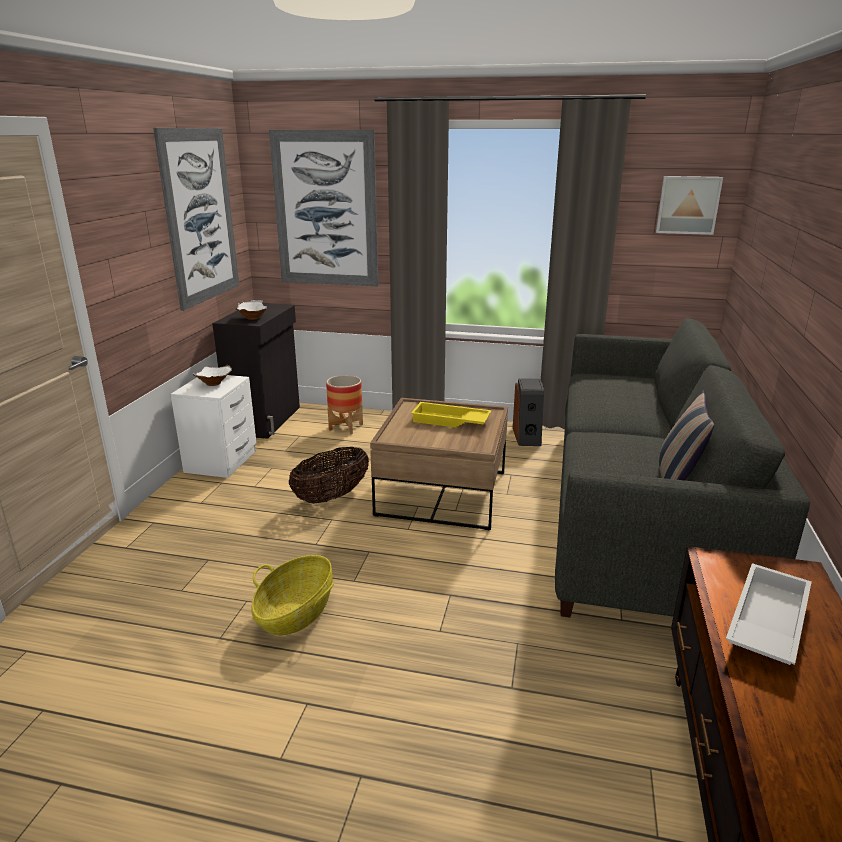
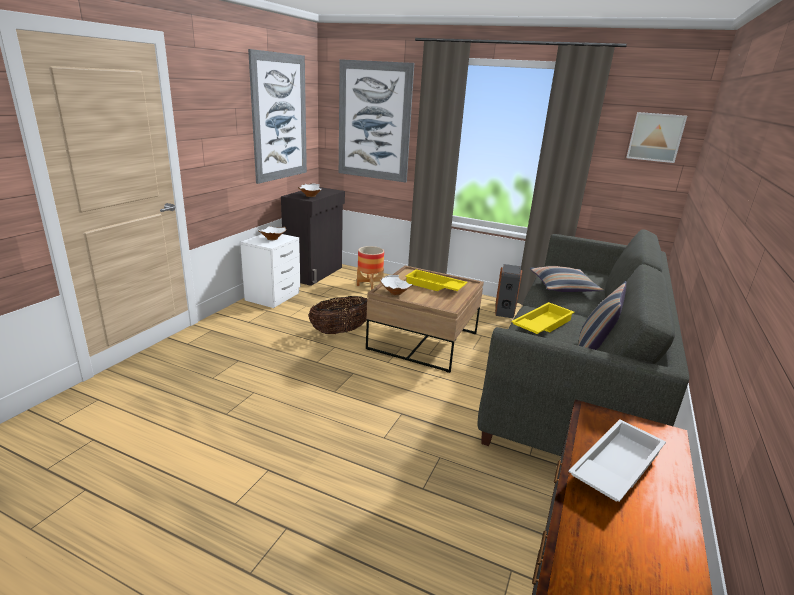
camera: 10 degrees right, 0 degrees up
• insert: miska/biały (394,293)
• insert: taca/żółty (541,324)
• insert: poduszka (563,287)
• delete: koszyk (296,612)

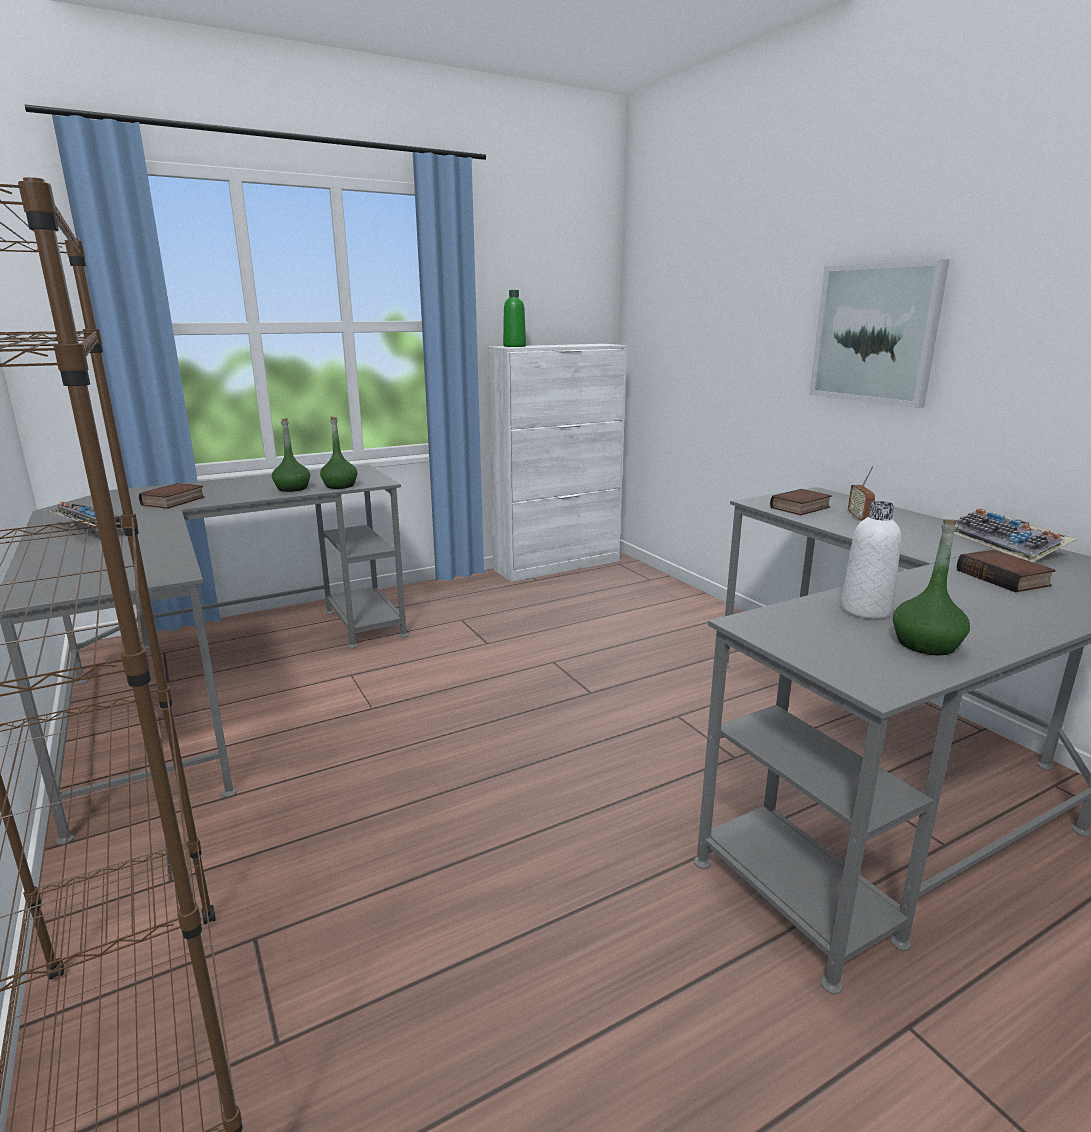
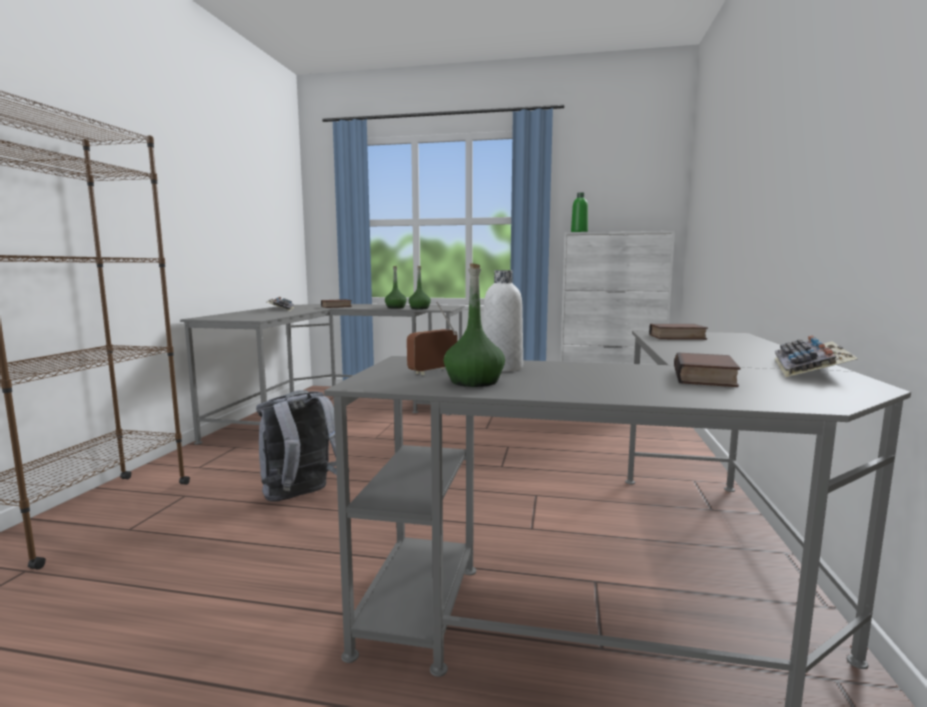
camera: 40 degrees right, 10 degrees down
• insert: plecak/szary (301,497)
• move: radio (859,519) to (433,371)
• delete: obraz (875,333)

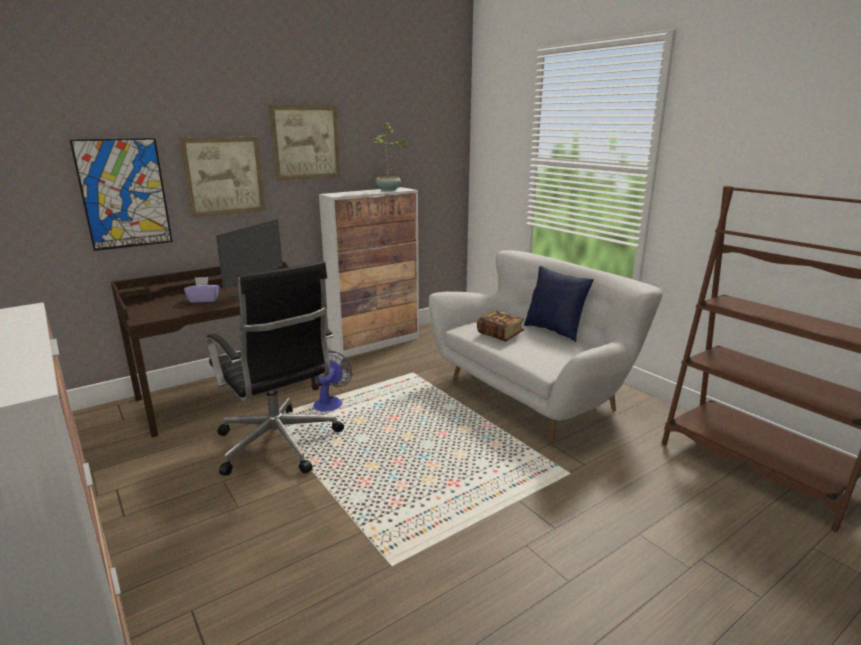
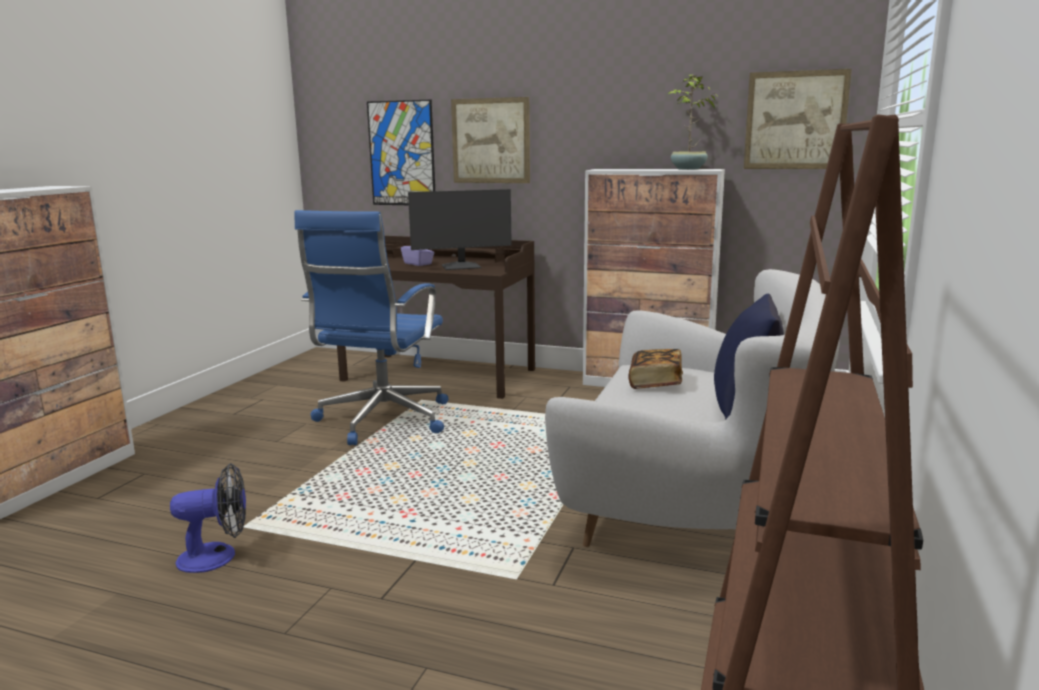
camera: 55 degrees right, 5 degrees down
• move: wentylator (330,402) to (217,556)
• recolor: krzesło biurowe/czarny (279,445) to krzesło biurowe/niebieski (381,421)
• move: obraz (306,142) to (795,120)

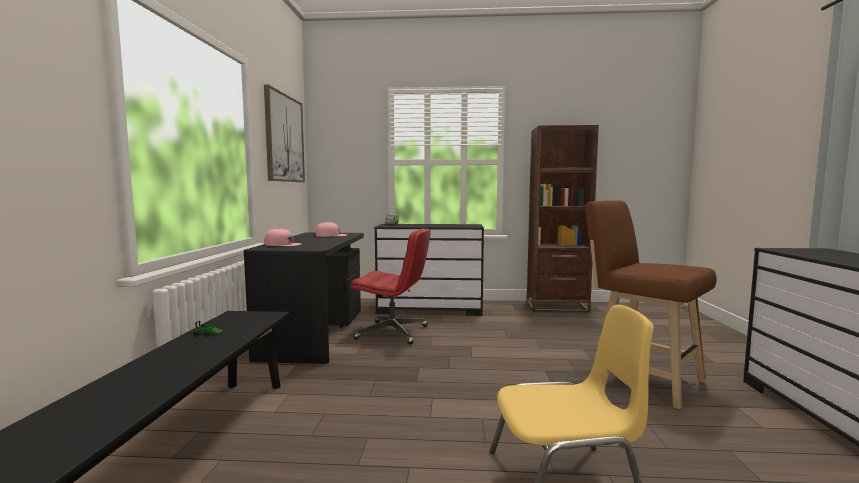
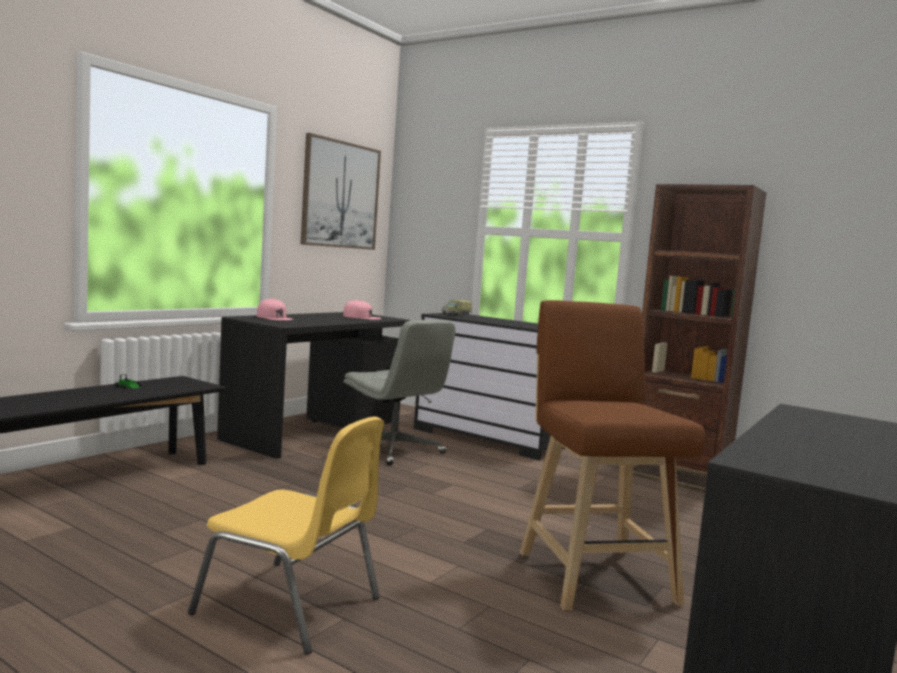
camera: 30 degrees right, 0 degrees up
• recolor: krzesło biurowe/czerwony (393,333) to krzesło biurowe/szary (394,450)

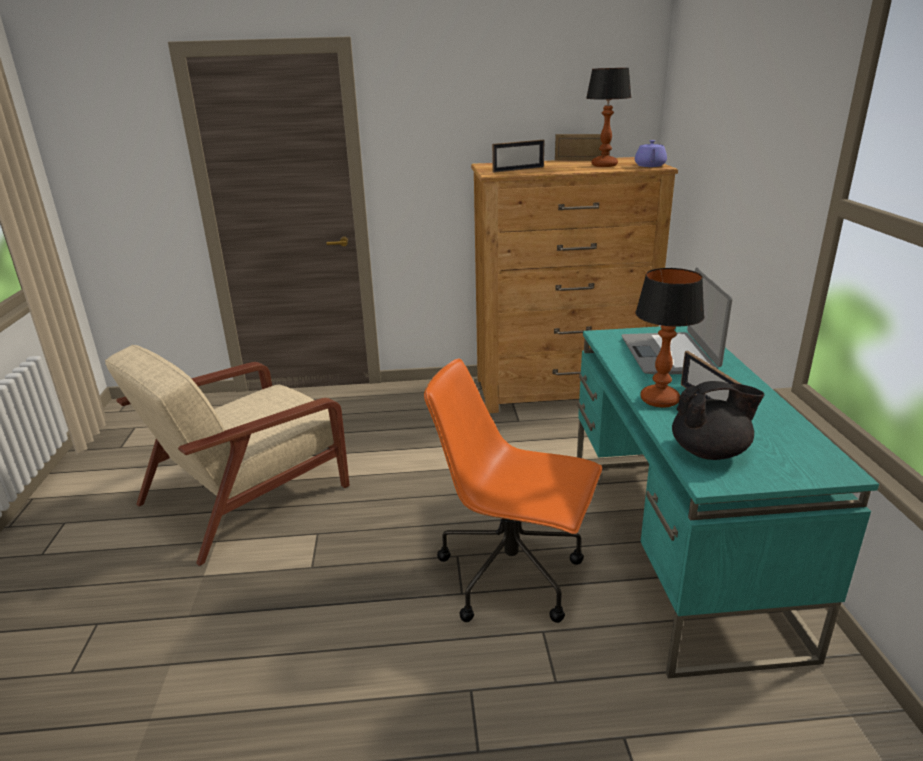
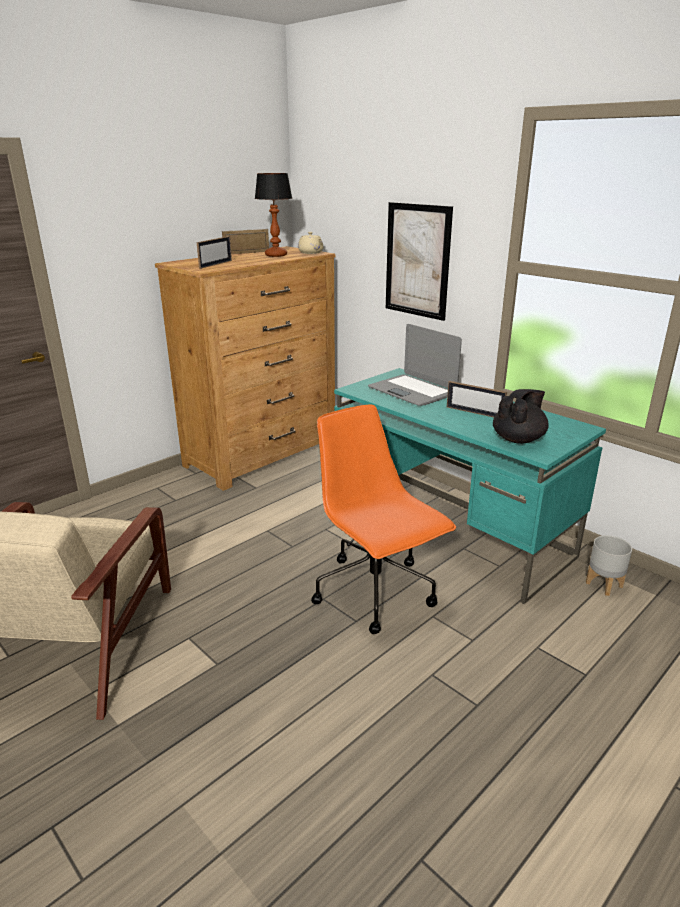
camera: 40 degrees left, 0 degrees up
• recolor: imbryk/fioletowy (650,166) to imbryk/beżowy (311,253)
• rotate: krzesło biurowe/pomarańczowy (513,575) = (376,592) 75 degrees clockwise
• insert: obraz (417,261)
• insert: donica/szary (604,584)
• delete: lampa stołowa (660,400)

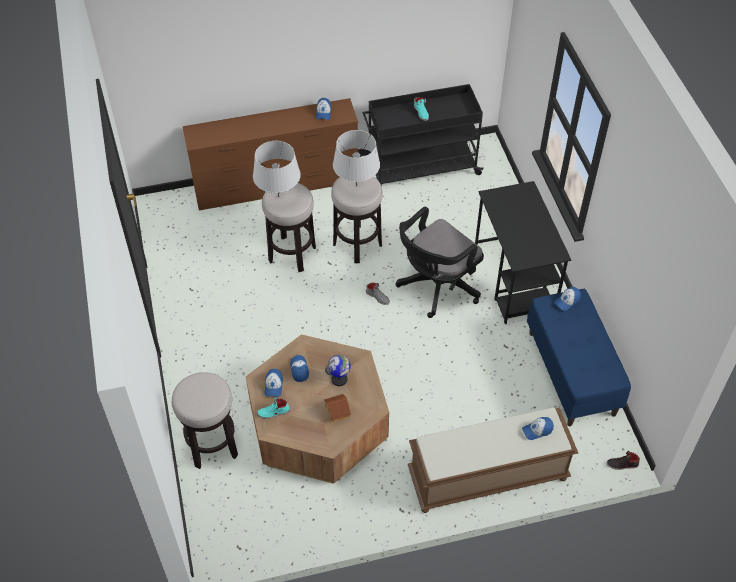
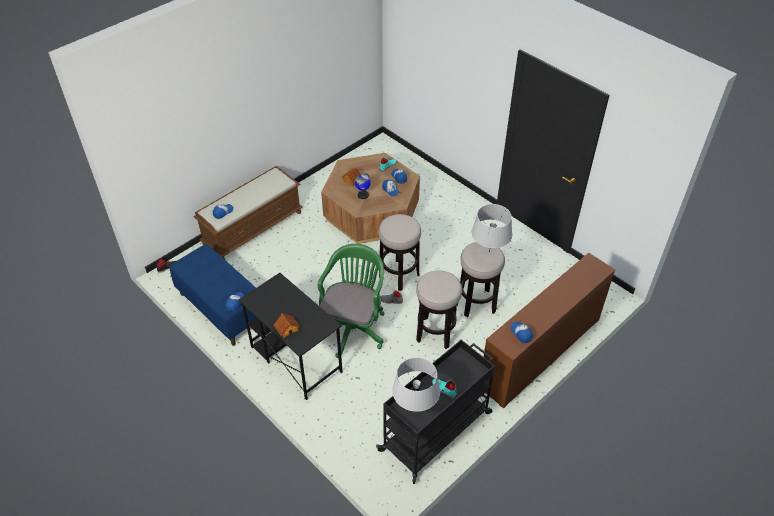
camera: 150 degrees right, 5 degrees down
• insert: domek (287,328)
• recolor: krzesło biurowe/czarny (436,287) to krzesło biurowe/zielony (353,326)
• move: stołek (212,445) to (399,275)
• move: lampa stołowa/szary (356,186) to (415,407)

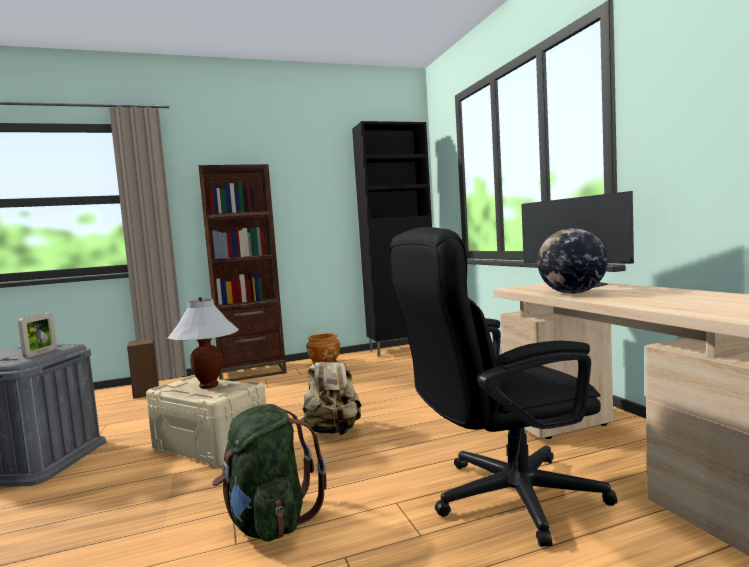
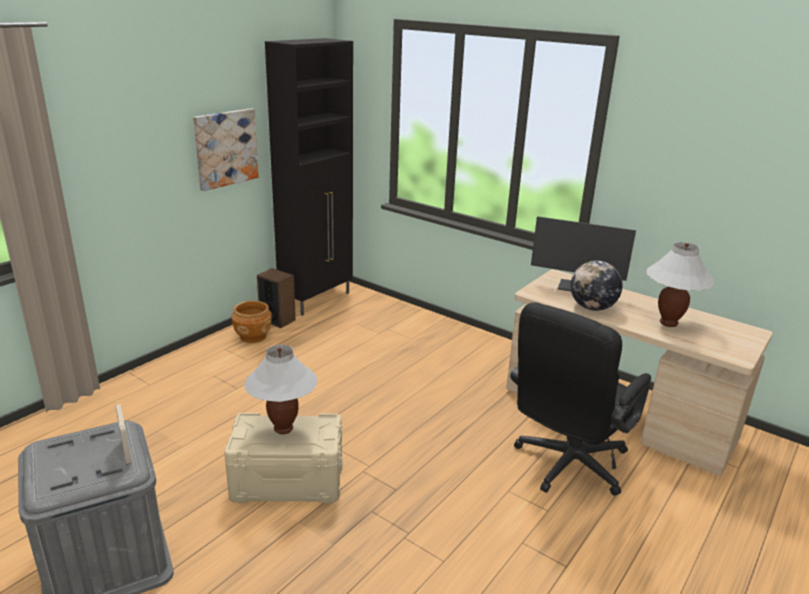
camera: 35 degrees left, 20 degrees up
• insert: obraz (225,148)
• move: głośnik (146,392) to (277,320)
• insert: lampa stołowa/biały (668,323)
• delete: regał/brązowy (252,372)
• delete: plecak/zielony (269,522)
• delete: plecak/beżowy (333,432)

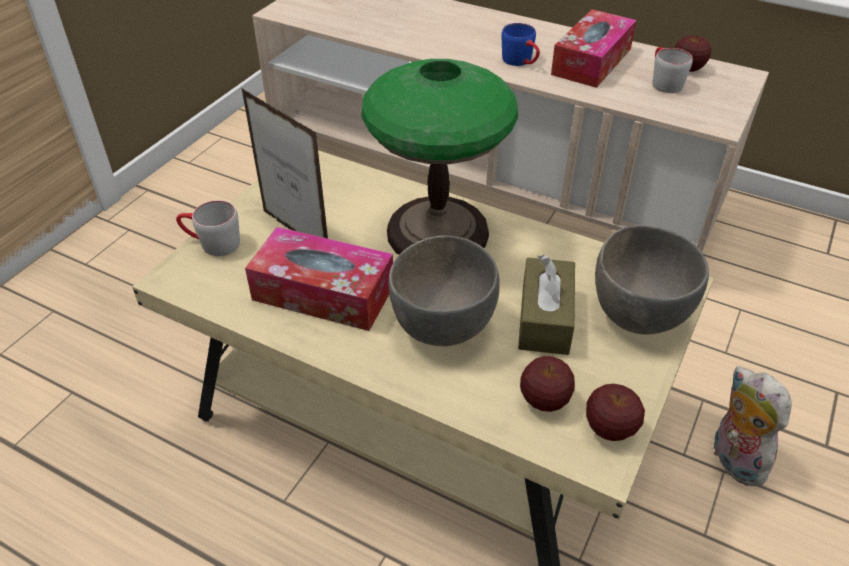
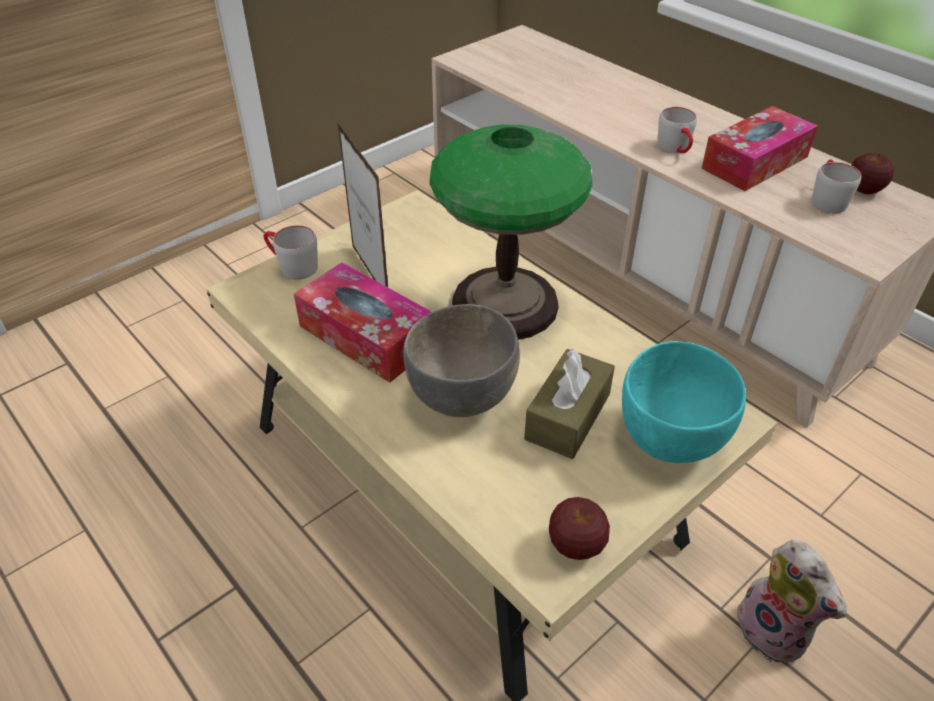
camera: 20 degrees right, 0 degrees up
• recolor: miska/szary (638,313) to miska/turkusowy (671,437)
• recolor: kubek/niebieski (521,62) to kubek/szary (676,149)
• rotate: pluszak (732,459) = (774,631) 150 degrees clockwise
• delete: jabłko (544,400)

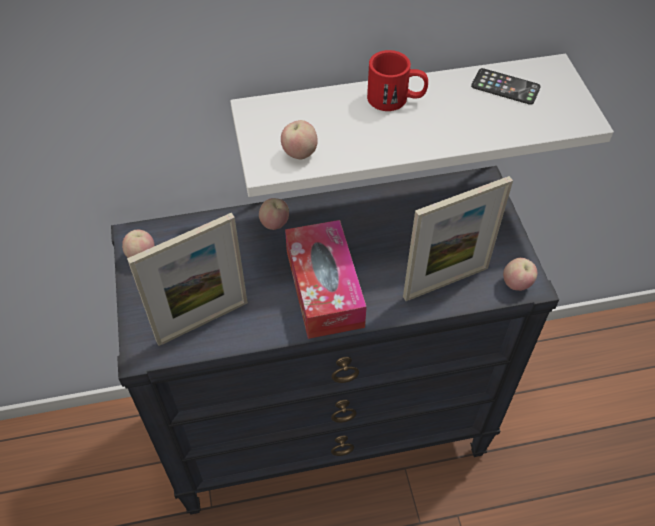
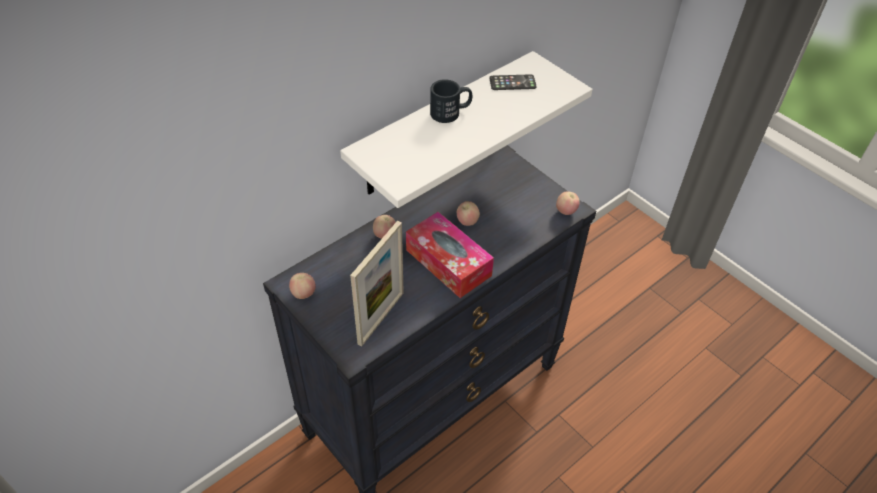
camera: 30 degrees left, 5 degrees down
• recolor: kubek/czerwony (396,99) to kubek/czarny (451,112)
• move: jabłko (300,153) to (467,222)
• delete: ramka na zdjęcie (445,282)

